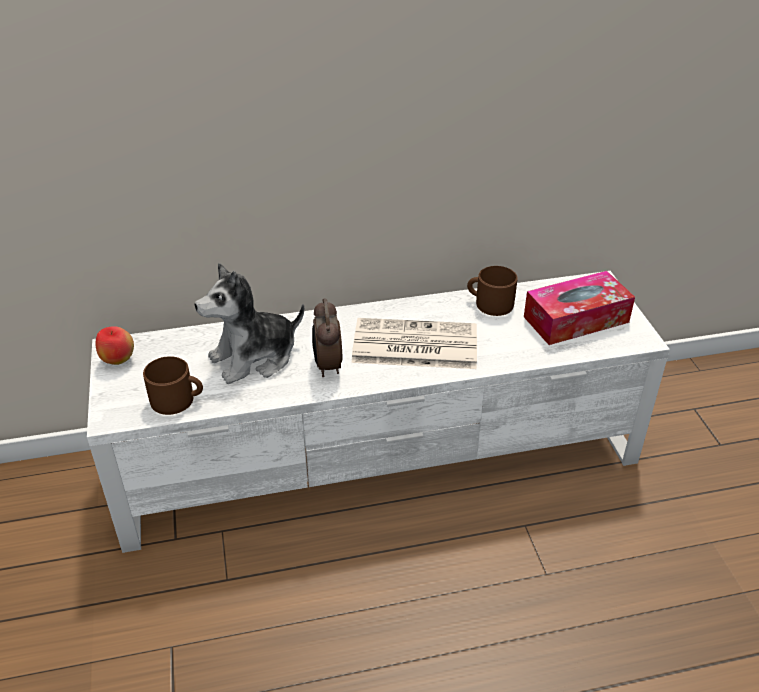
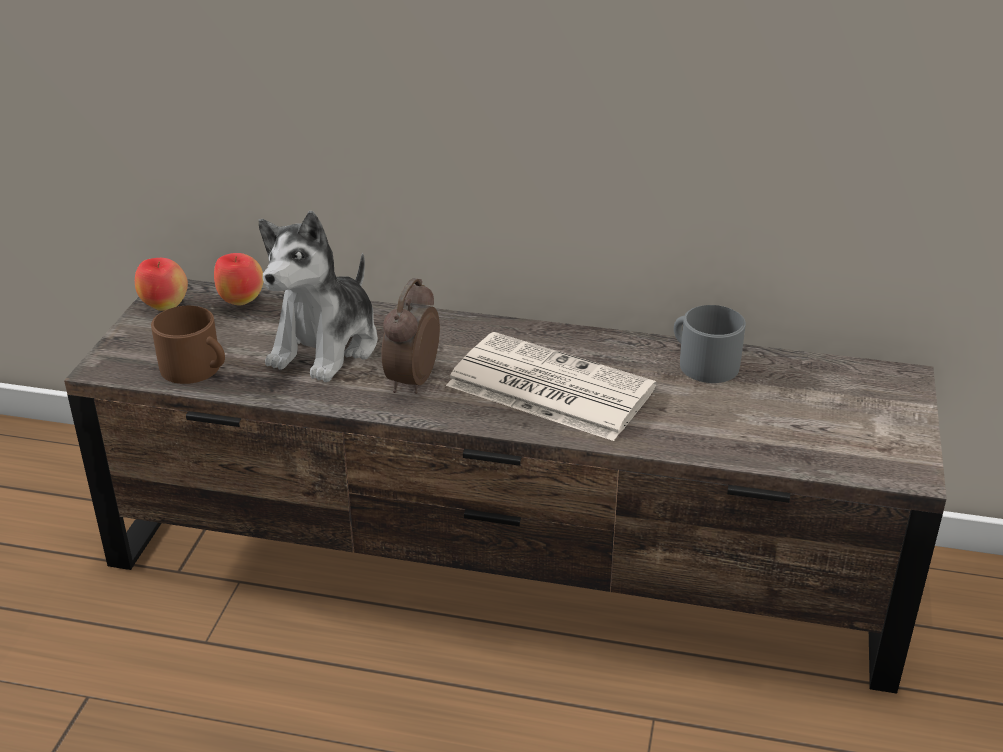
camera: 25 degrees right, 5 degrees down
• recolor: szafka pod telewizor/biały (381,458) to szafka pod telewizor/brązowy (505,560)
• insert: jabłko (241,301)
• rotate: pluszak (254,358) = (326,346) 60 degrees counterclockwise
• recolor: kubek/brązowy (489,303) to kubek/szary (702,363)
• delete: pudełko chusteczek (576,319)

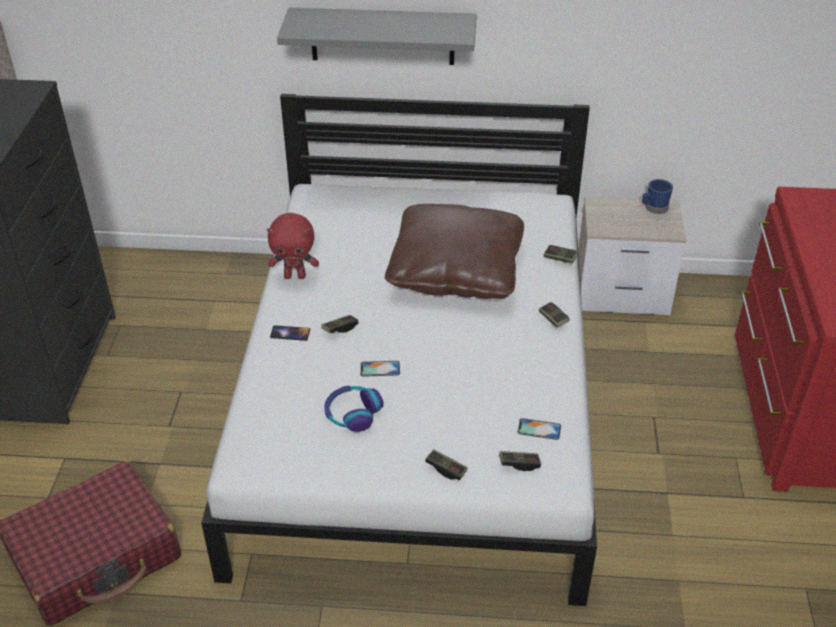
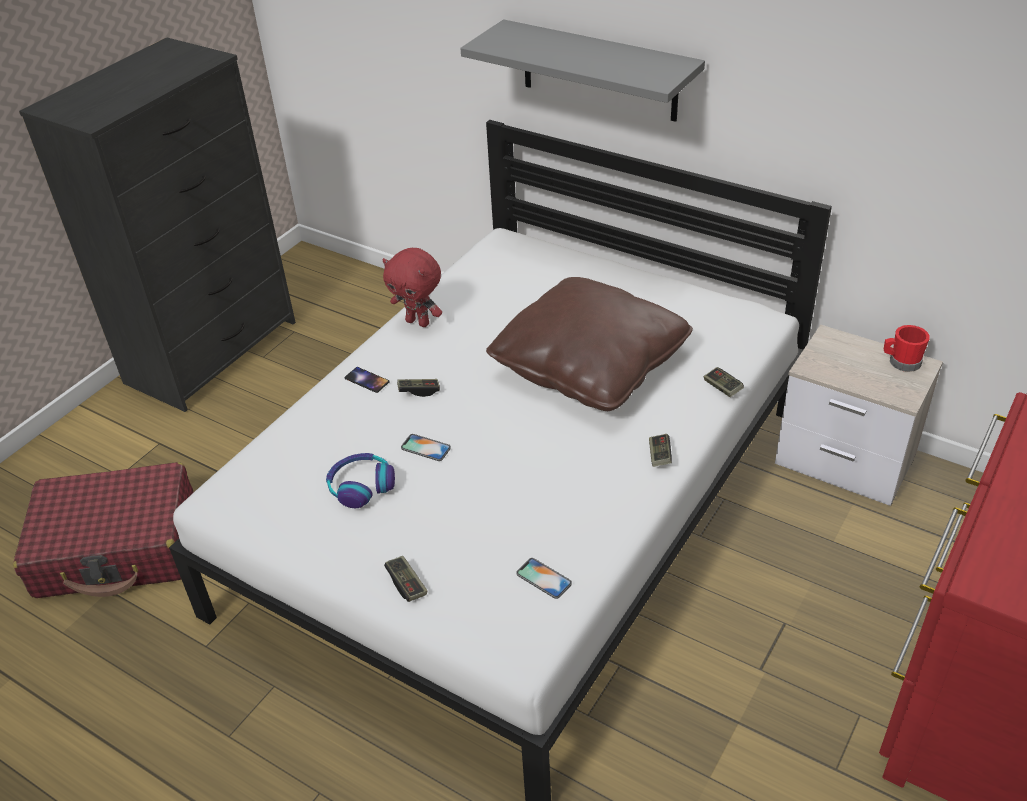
camera: 30 degrees right, 0 degrees up
• recolor: kubek/niebieski (654,208) to kubek/czerwony (901,362)
• delete: pad do gier (519,464)

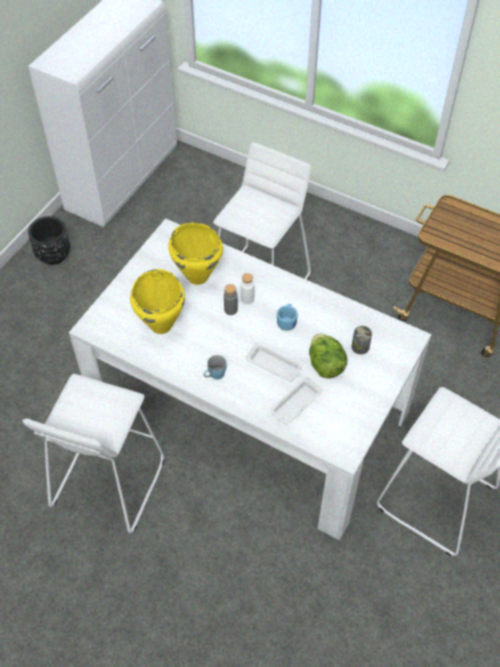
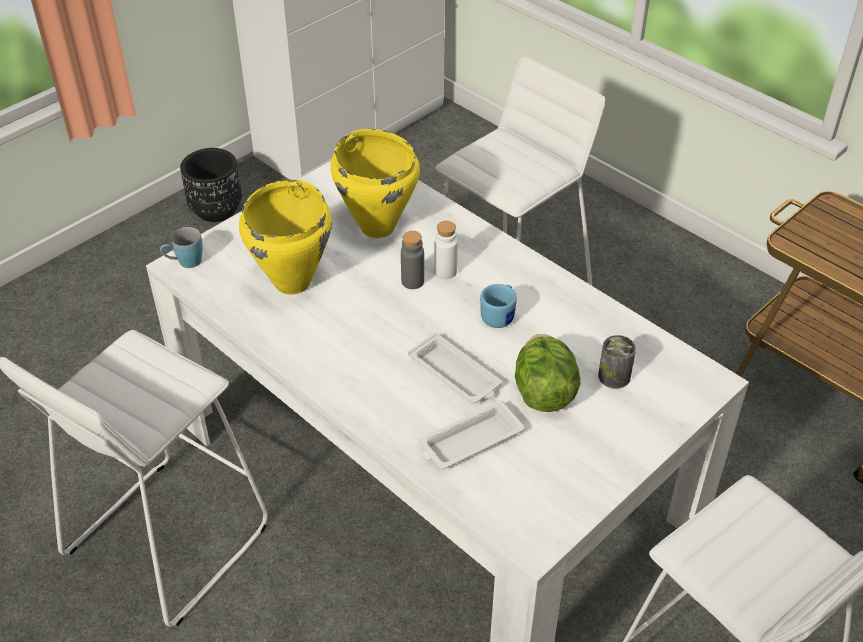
camera: 15 degrees right, 10 degrees down
• move: kubek/niebieski (214,376) to (184,262)

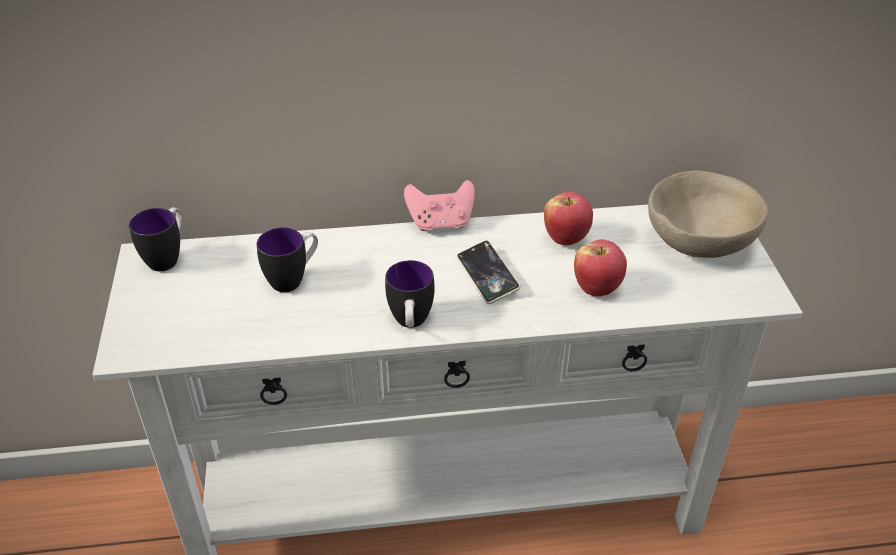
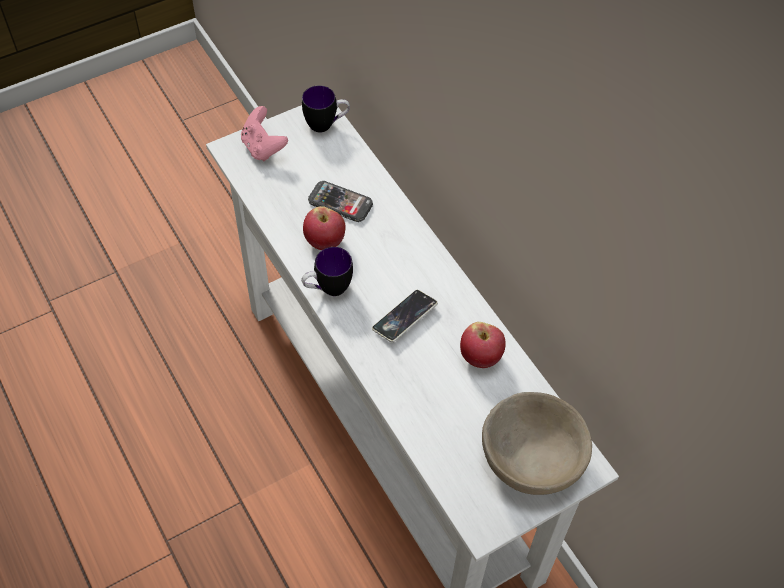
camera: 65 degrees right, 15 degrees up
• move: pad do gier/różowy (440,223) to (263,147)
• move: jabłko (596,288) to (325,242)
• replace: kubek (293,279) to telefon (340,203)

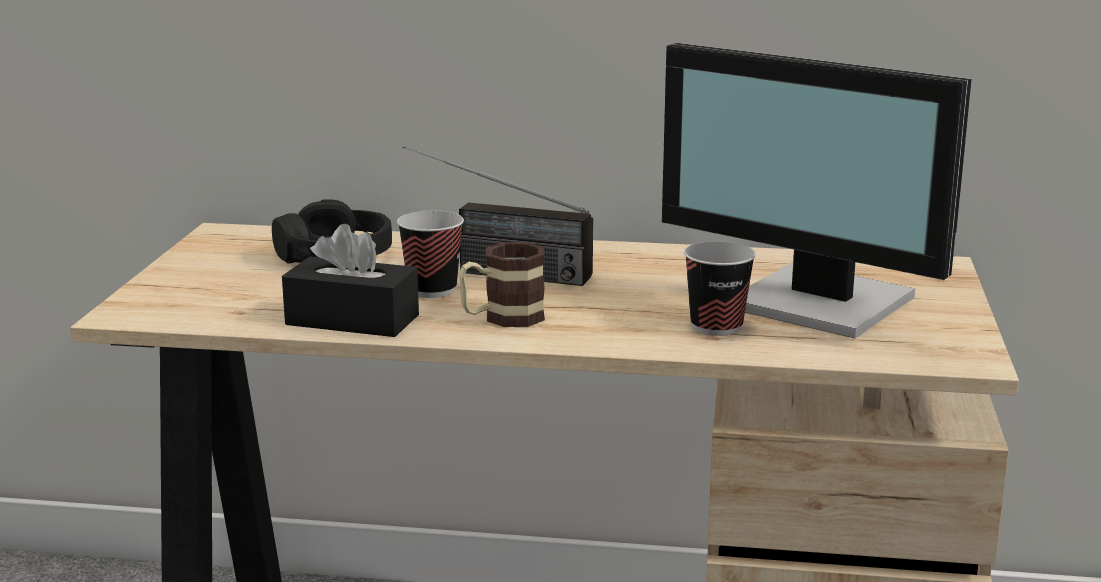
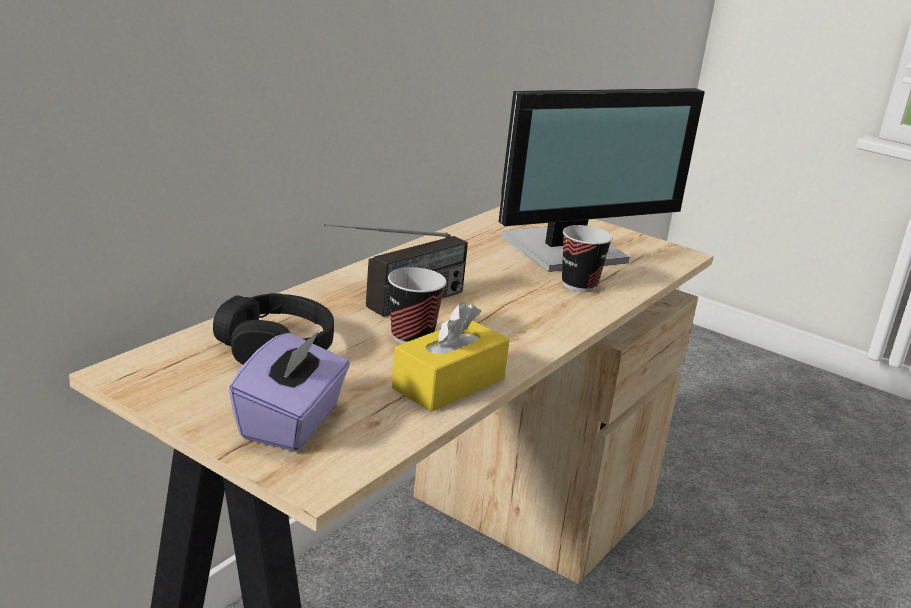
camera: 65 degrees left, 5 degrees up
• insert: pudełko chusteczek/fioletowy (291,422)
• recolor: pudełko chusteczek/czarny (352,320) to pudełko chusteczek/żółty (448,383)
• delete: kubek (502,318)

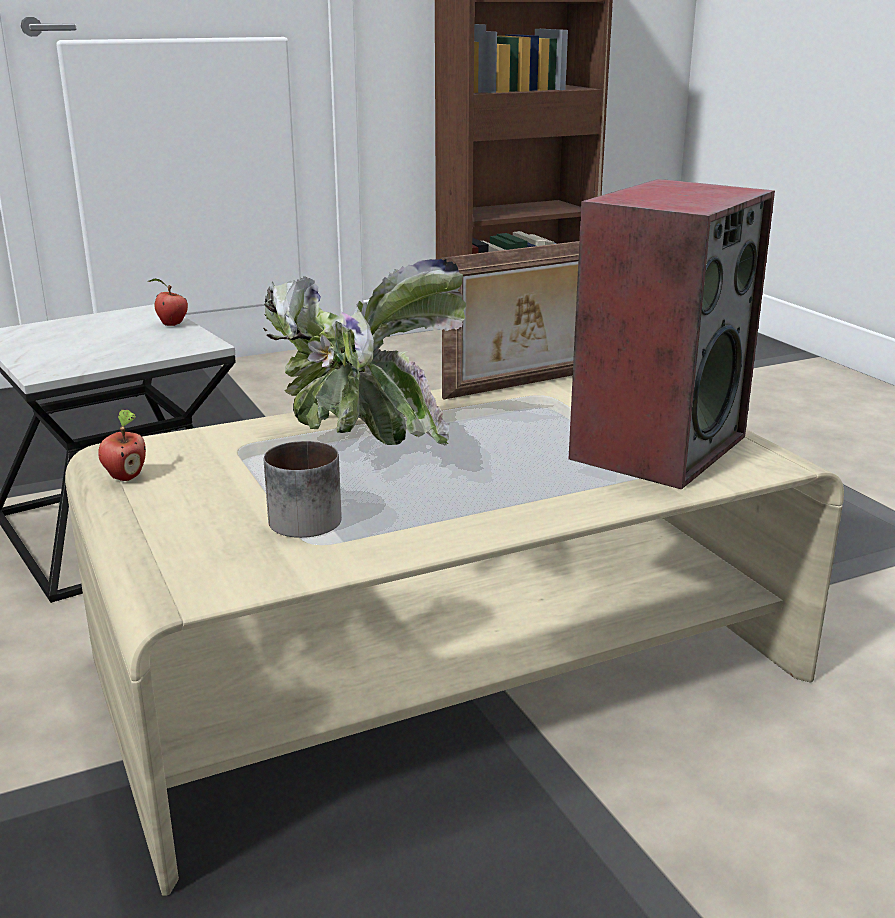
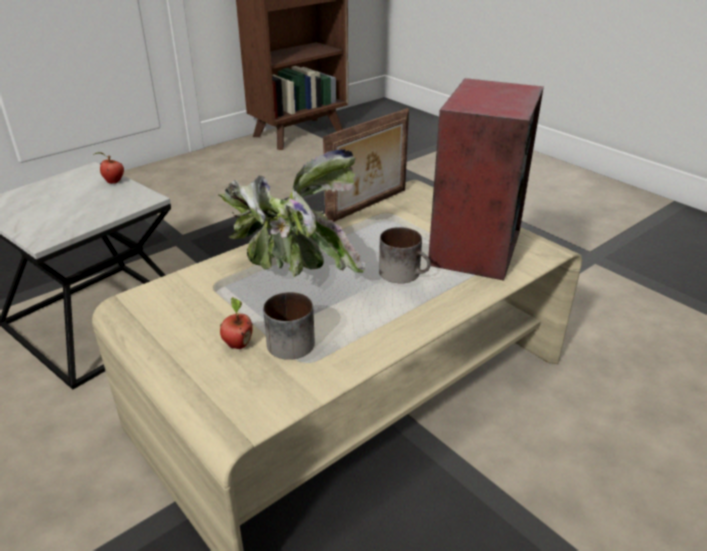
camera: 15 degrees left, 10 degrees up
• move: jabłko (125,477) to (237,344)
• insert: kubek (405,273)

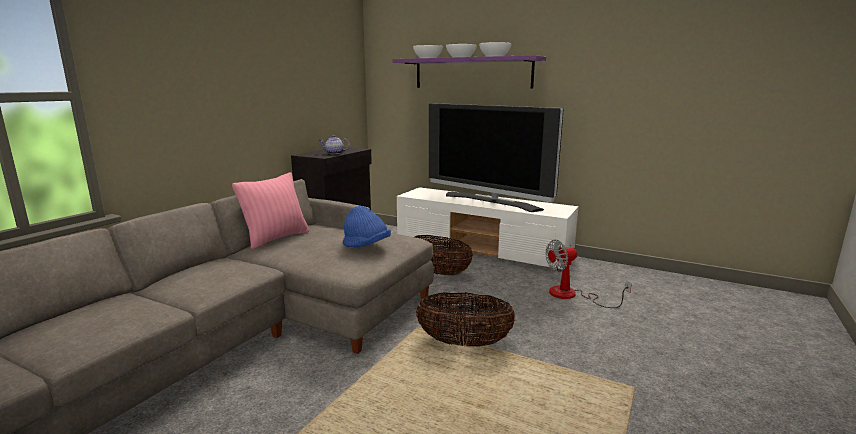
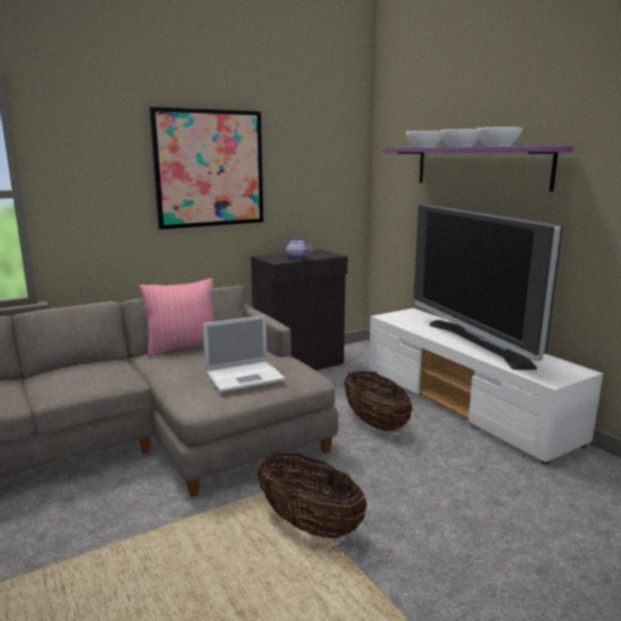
camera: 30 degrees right, 0 degrees up
• insert: obraz (209,168)
• replace: kapelusz/niebieski (366,246) to laptop (246,376)
• delete: wentylator (572,295)

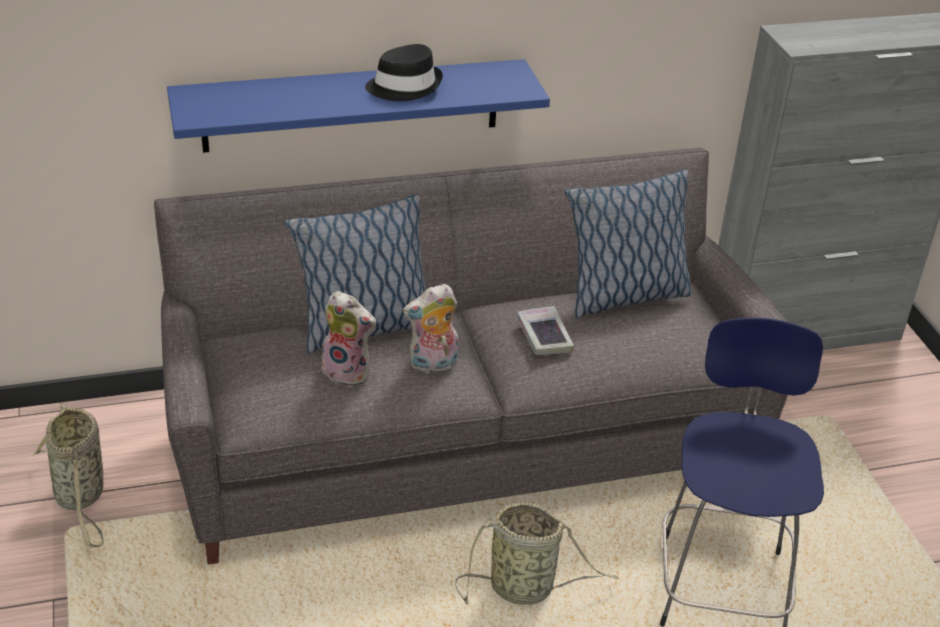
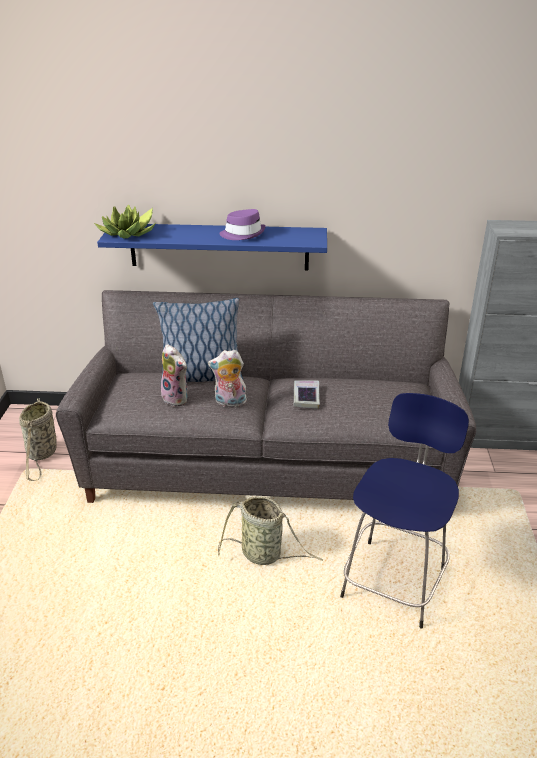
camera: 20 degrees right, 5 degrees down
• insert: roślina doniczkowa (129,234)
• recolor: kapelusz/czarny (404,86) to kapelusz/fioletowy (243,234)
• delete: poduszka (624,296)

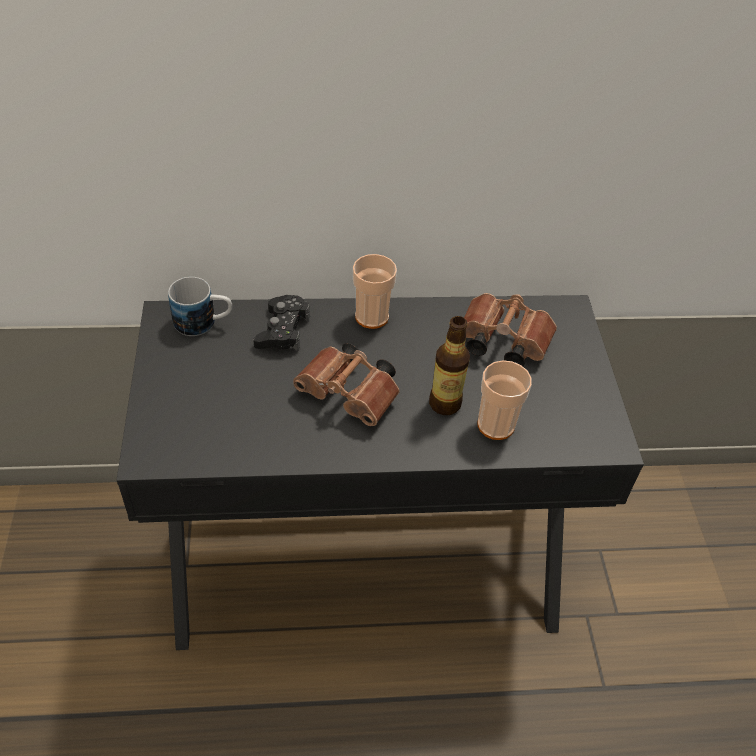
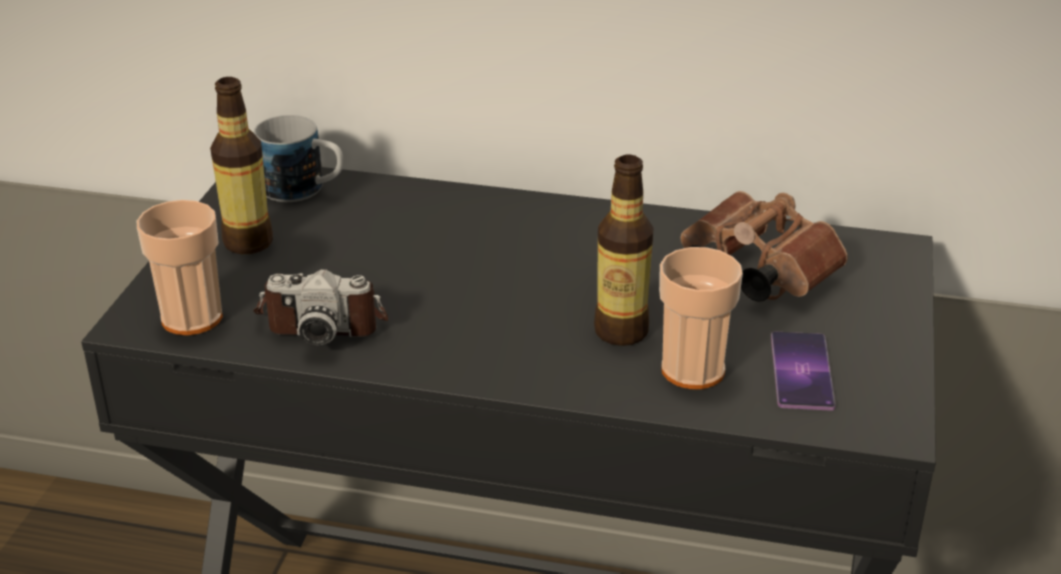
camera: 20 degrees right, 15 degrees down
• move: filiżanka (371,317) to (192,318)
• insert: butelka (248,242)
• insert: aparat fotograficzny (323,319)
• insert: telefon (801,371)
• delete: pad do gier/czarny (282,330)
• delete: lornetka/brązowy (351,396)

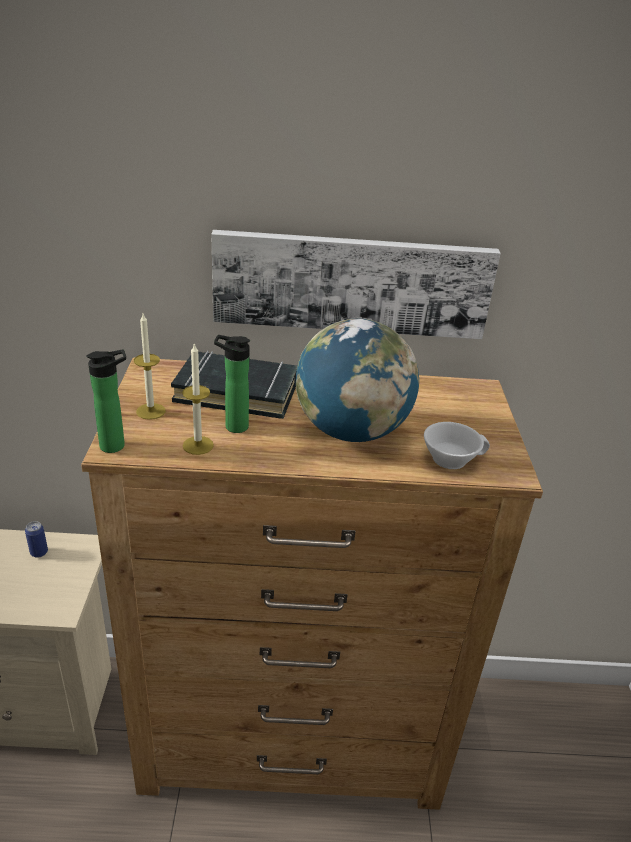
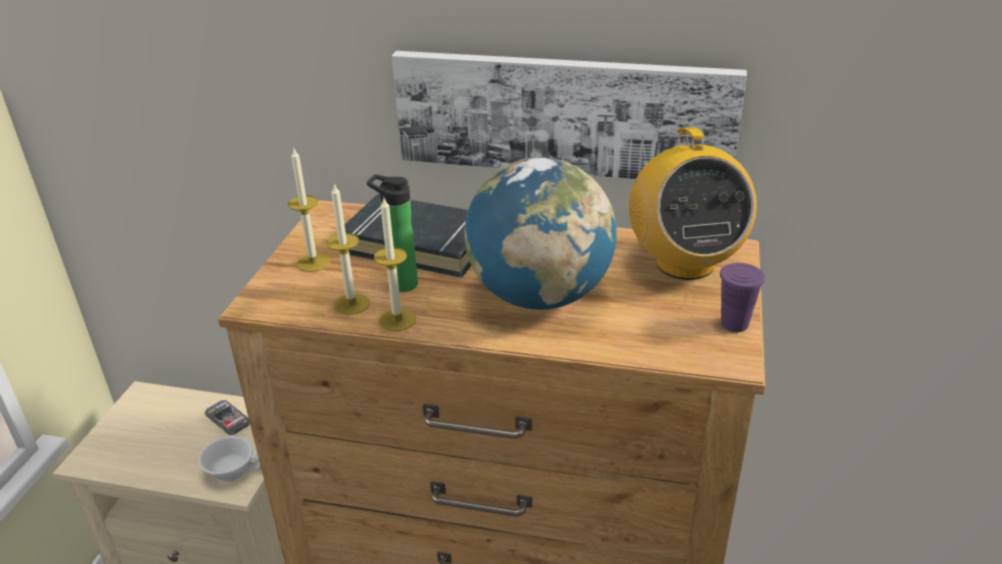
camera: 15 degrees right, 0 degrees up
• move: filiżanka/biały (450,457) to (232,469)
• replace: puszka (39,552) to telefon (228,419)
• insert: świeca (397,320)
• insert: radio (684,263)
• insert: filiżanka/fioletowy (734,324)
• delete: butelka (116,445)

